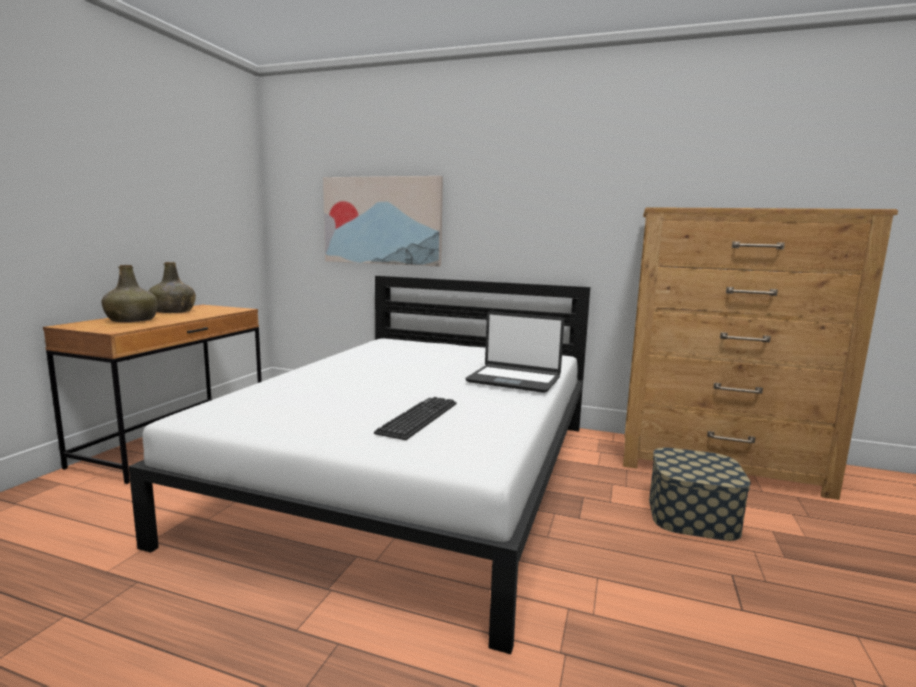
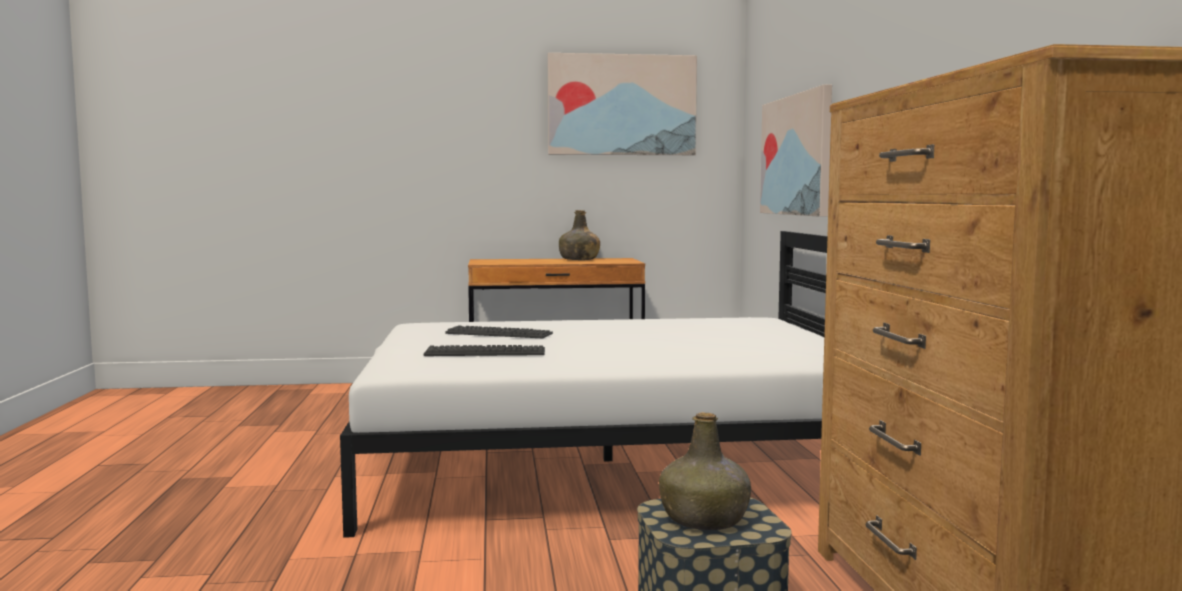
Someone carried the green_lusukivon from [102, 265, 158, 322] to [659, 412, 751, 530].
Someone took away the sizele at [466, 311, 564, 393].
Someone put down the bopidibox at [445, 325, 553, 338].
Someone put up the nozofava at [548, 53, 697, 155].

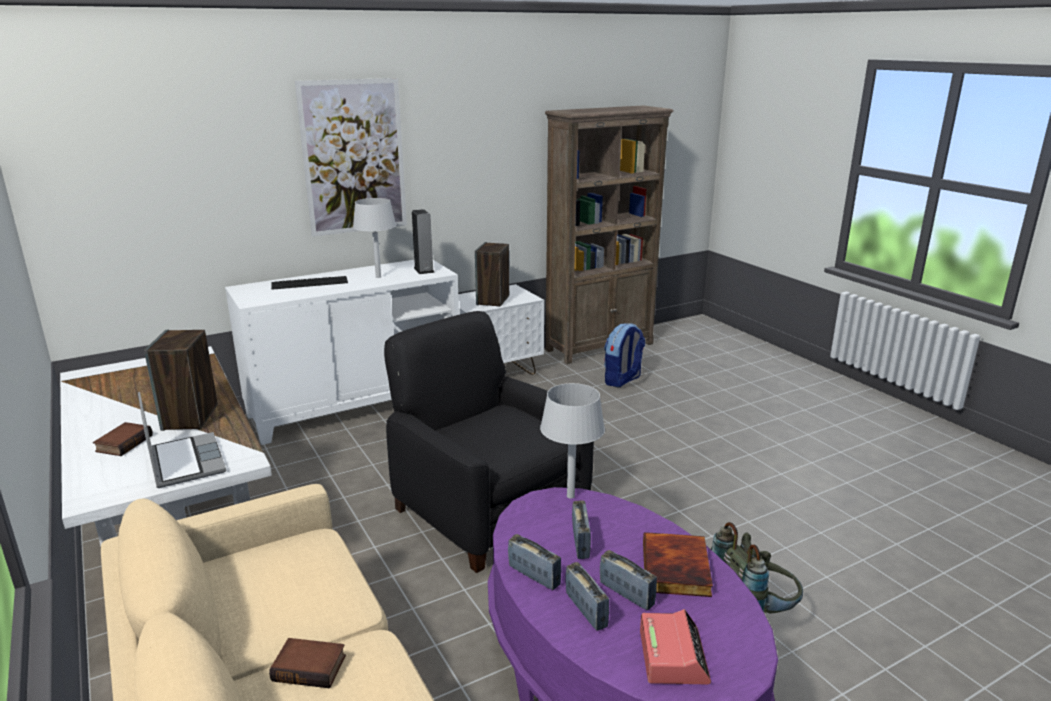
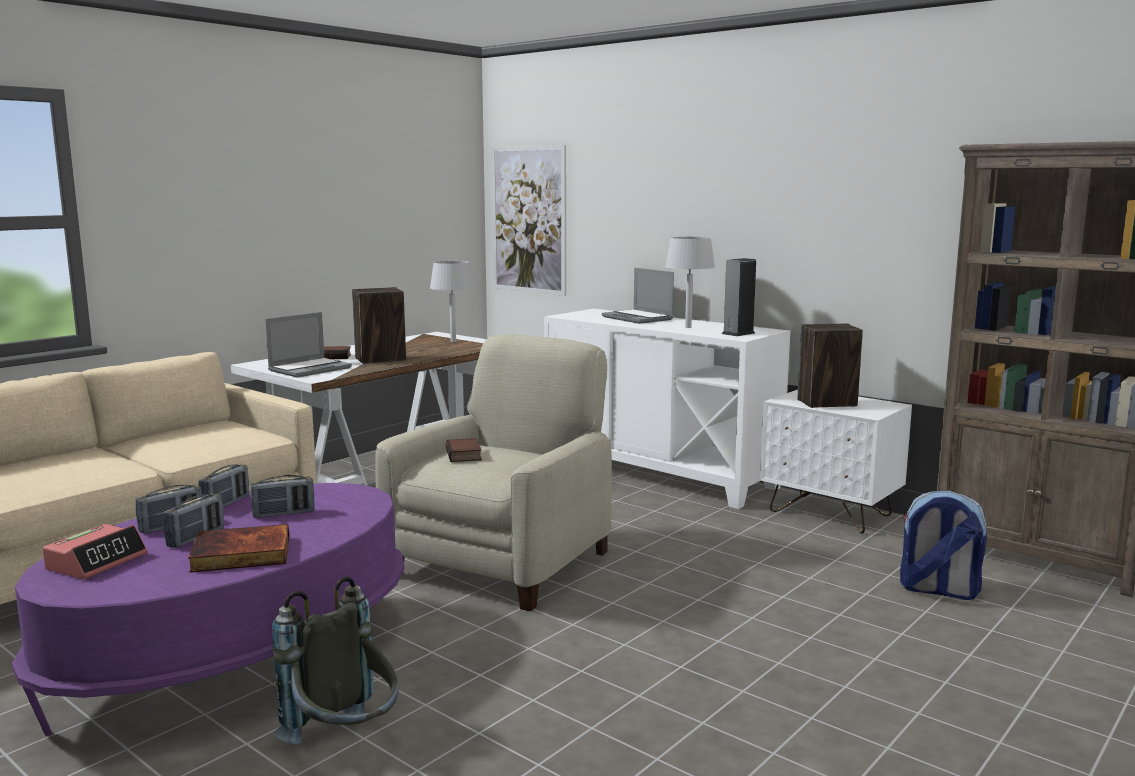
Someone carried the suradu from [269, 638, 346, 688] to [446, 438, 482, 462].
Someone swapped the bopidibox at [271, 276, 348, 290] for the sizele at [602, 268, 674, 324].
Someone carried the nozofava from [295, 78, 407, 237] to [491, 145, 566, 296].
Someone repainted the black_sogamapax at [384, 311, 594, 573], which became the beige_sogamapax at [375, 334, 612, 611].
Someone carried the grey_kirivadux from [540, 383, 605, 499] to [430, 261, 474, 342].
Someone rotated the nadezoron at [640, 609, 711, 684] by 45 degrees counterclockwise.

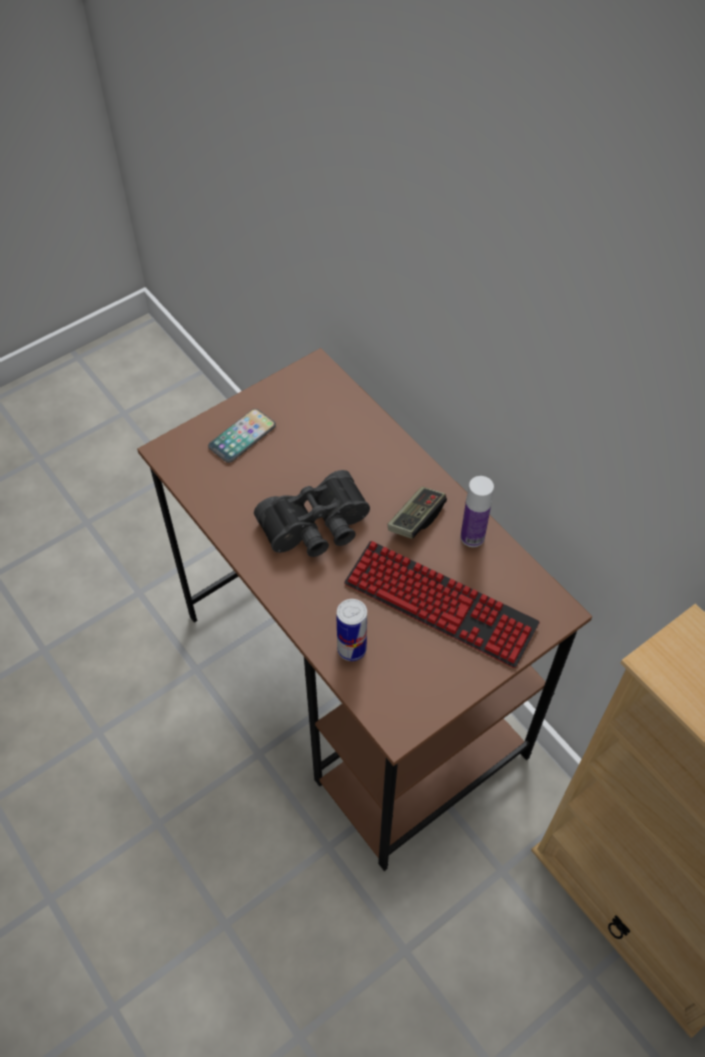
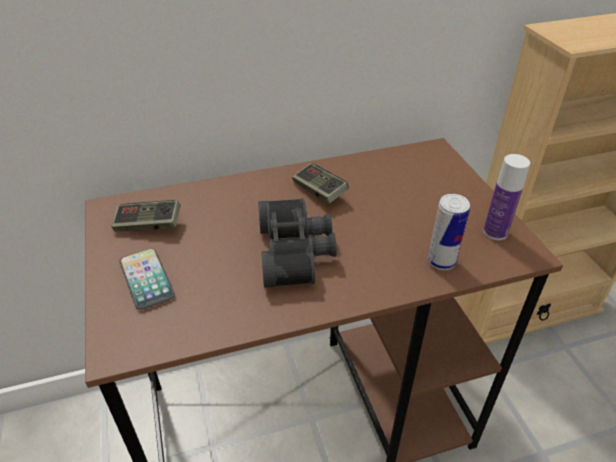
Someone took away the bopidibox at [344, 541, 540, 668].
Someone carried the lusukivon from [461, 476, 494, 547] to [483, 154, 530, 240].
Someone put down the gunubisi at [111, 200, 181, 232].

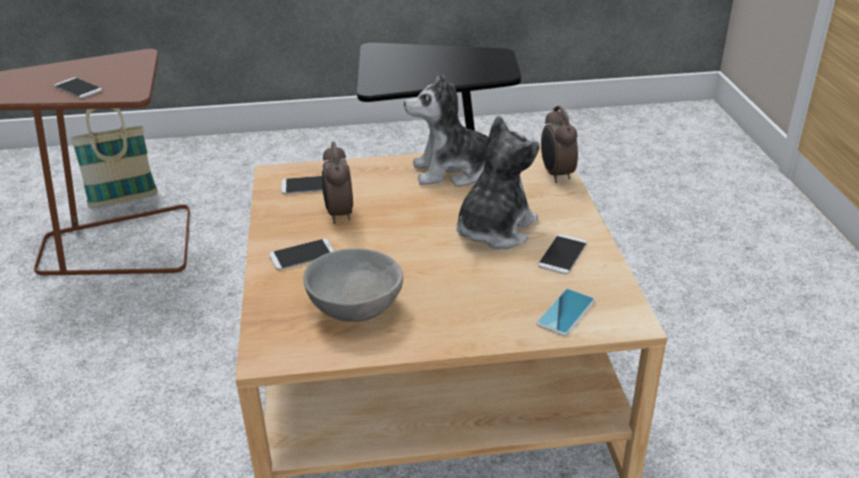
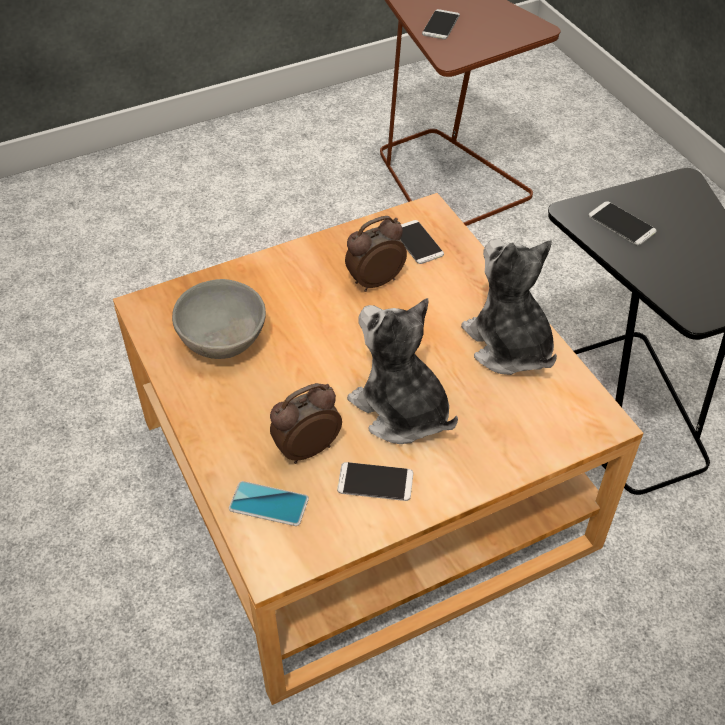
Someone took away the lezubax at [71, 108, 158, 208].
Someone carried the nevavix from [269, 239, 335, 270] to [588, 201, 656, 245].
Someone rotated the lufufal at [456, 115, 540, 249] by 150 degrees counterclockwise.
Someone carried the nadezoron from [541, 106, 578, 183] to [270, 383, 342, 464].

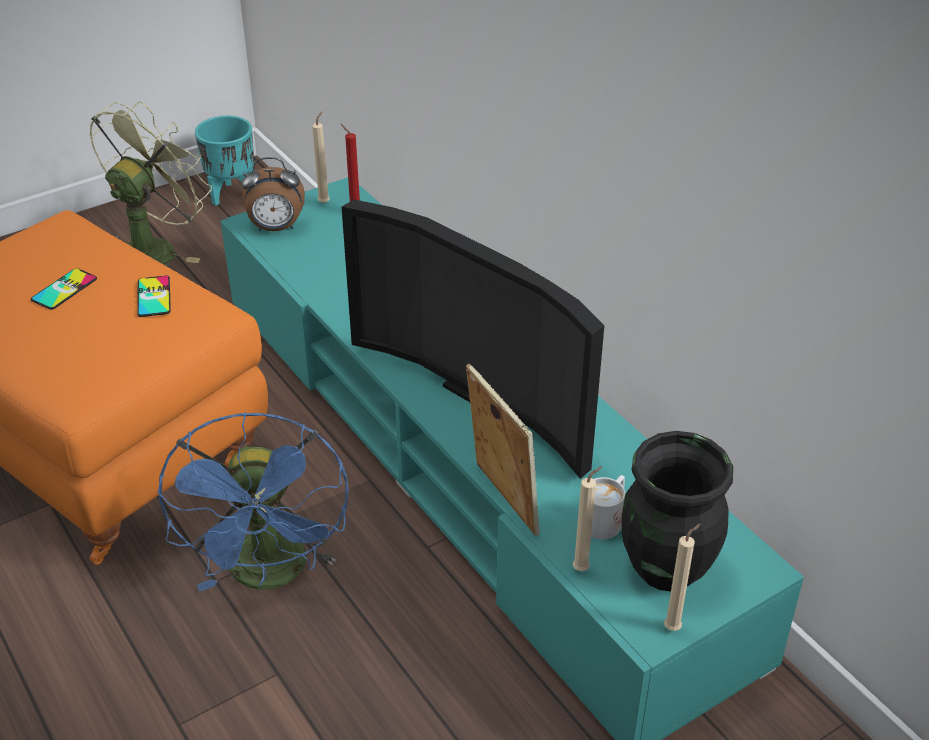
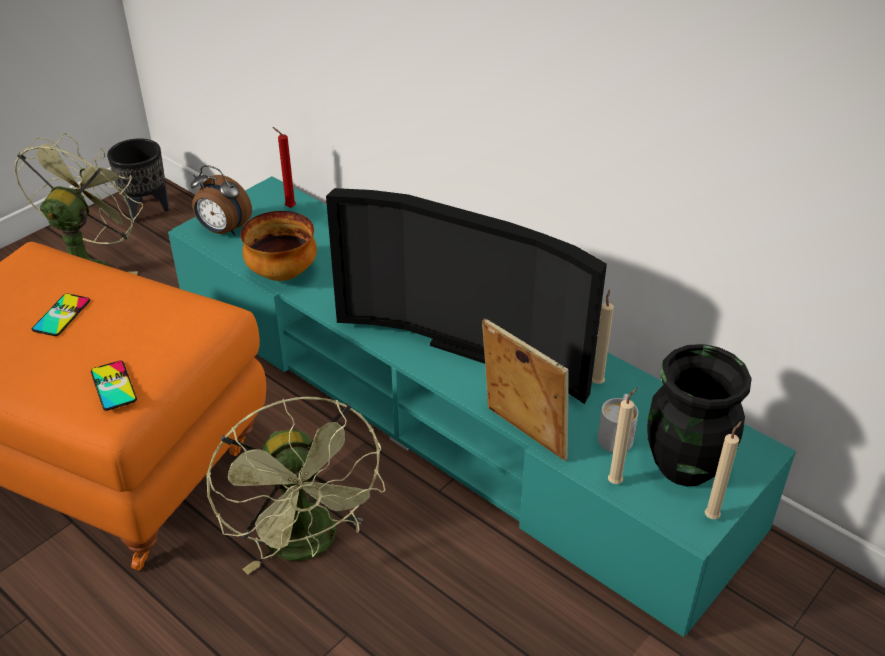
Someone carried the nevavix from [137, 276, 171, 317] to [91, 361, 137, 411].
Someone repainted the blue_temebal at [158, 412, 349, 592], which became the green_temebal at [206, 397, 385, 575].
Someone repainted the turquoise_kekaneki at [195, 116, 254, 206], which became the black_kekaneki at [107, 138, 169, 222].
Someone rotated the nadezoron at [241, 157, 305, 231] by 45 degrees clockwise.
Someone carried the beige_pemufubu from [312, 111, 330, 203] to [592, 289, 614, 384].
Someone put down the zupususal at [241, 211, 317, 281].

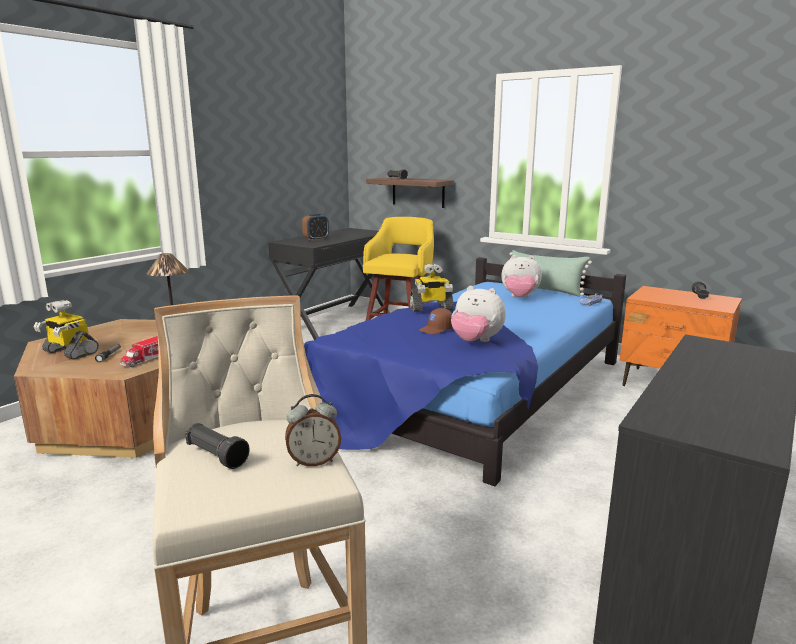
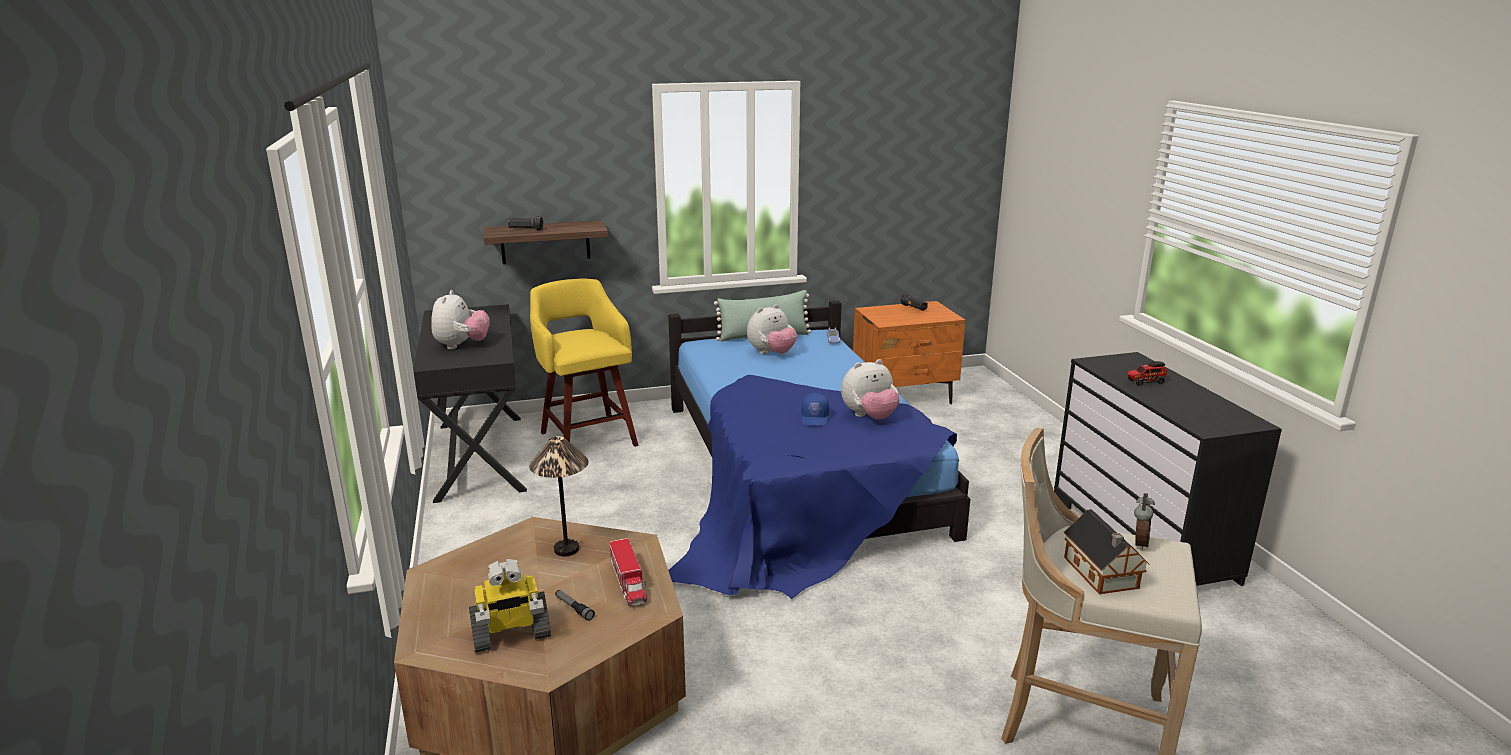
Someone swapped the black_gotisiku at [185, 423, 249, 469] for the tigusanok at [1064, 509, 1150, 594].
Someone swapped the nadezoron at [302, 213, 329, 241] for the lufufal at [431, 290, 490, 349].
Someone took away the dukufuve at [410, 264, 454, 312].
Someone repainted the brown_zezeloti at [419, 308, 453, 335], which became the blue_zezeloti at [801, 393, 829, 426].
Someone put down the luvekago at [1127, 361, 1167, 386].

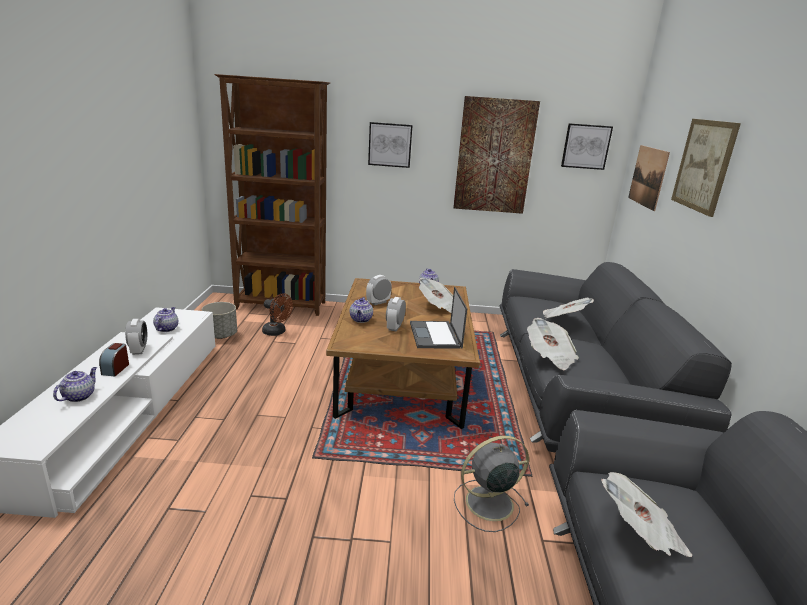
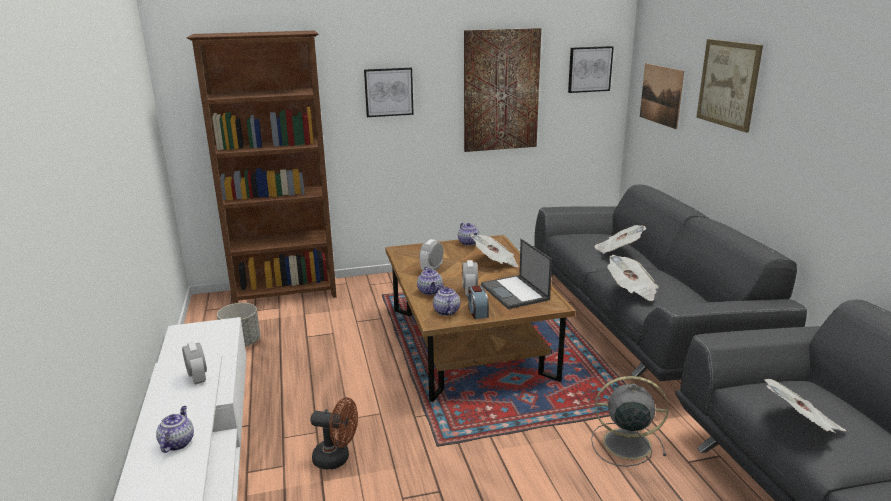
Someone carried the nadezoron from [99, 343, 129, 377] to [468, 286, 489, 319].
Someone carried the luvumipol from [153, 307, 178, 332] to [433, 285, 460, 316].
Someone carried the brown_temebal from [262, 293, 293, 336] to [311, 397, 358, 470].
Someone rotated the grey_temebal at [454, 436, 529, 532] by 45 degrees clockwise.

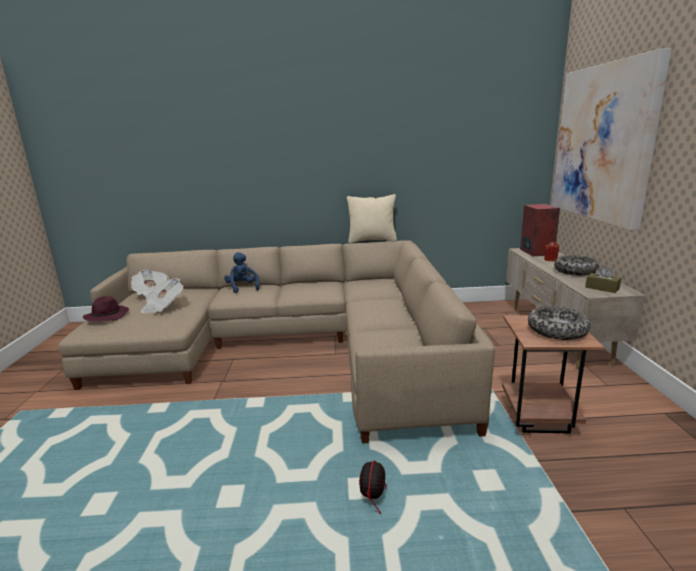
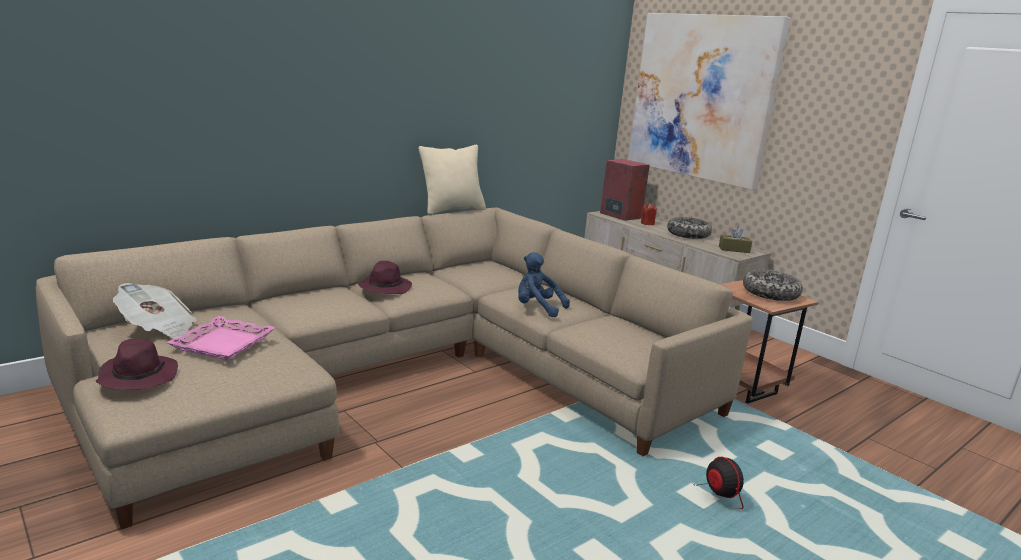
Someone swapped the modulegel at [140, 278, 184, 313] for the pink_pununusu at [167, 316, 275, 360].
Someone carried the blue_lufufal from [224, 252, 260, 293] to [518, 252, 570, 317].
Someone put down the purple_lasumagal at [358, 261, 412, 294].

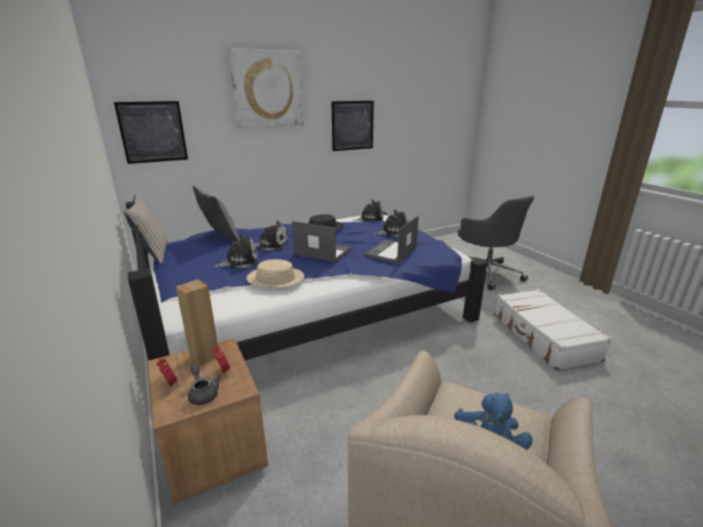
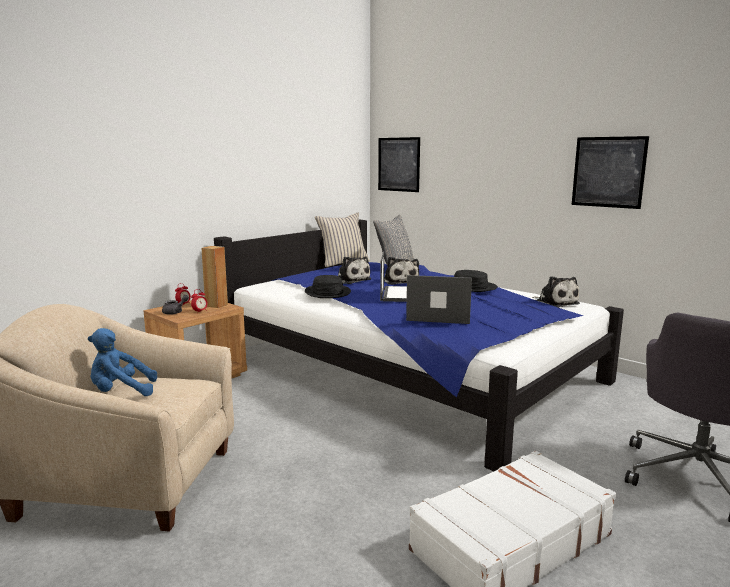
Someone took away the nozofava at [228, 48, 304, 128].
Someone repainted the beige_lasumagal at [247, 259, 304, 288], which became the black_lasumagal at [305, 275, 351, 298].
Someone took away the lufufal at [373, 210, 407, 237].

